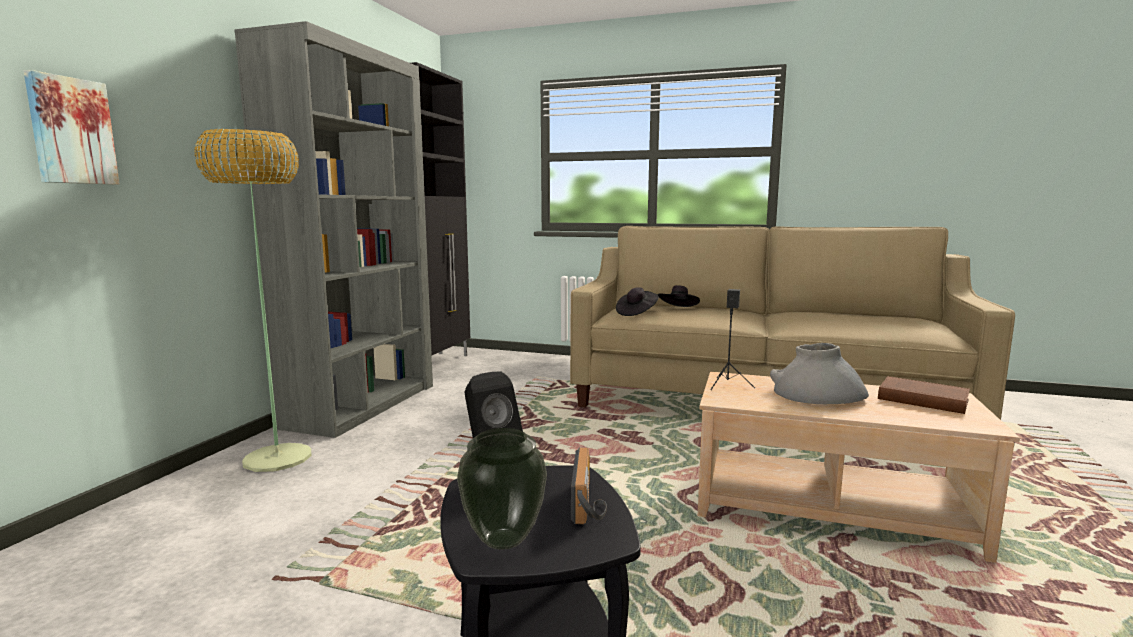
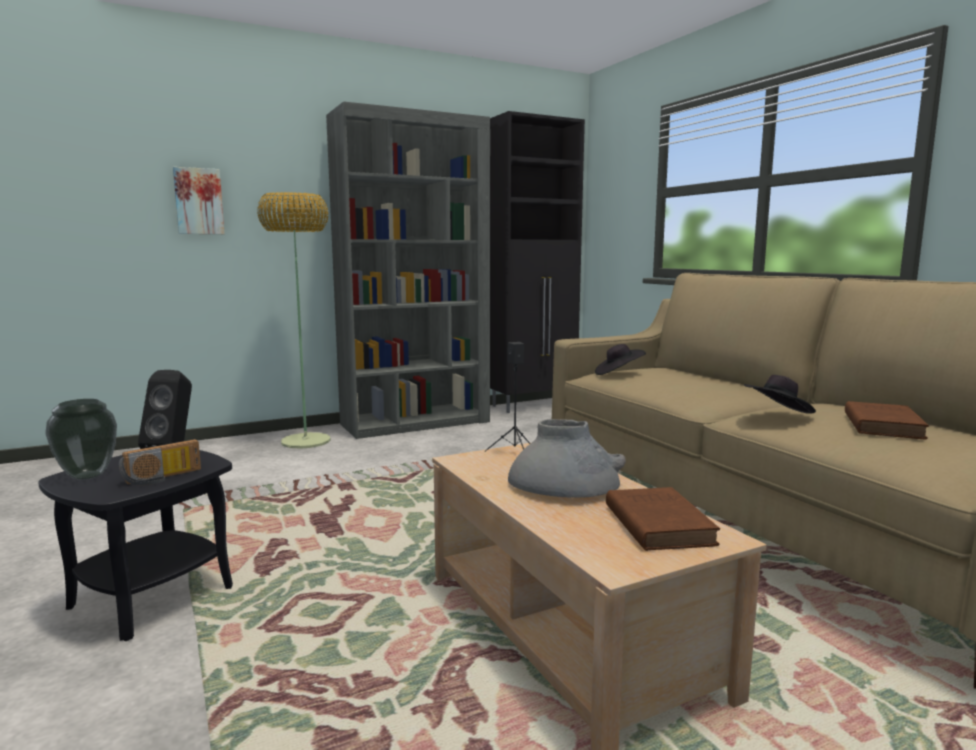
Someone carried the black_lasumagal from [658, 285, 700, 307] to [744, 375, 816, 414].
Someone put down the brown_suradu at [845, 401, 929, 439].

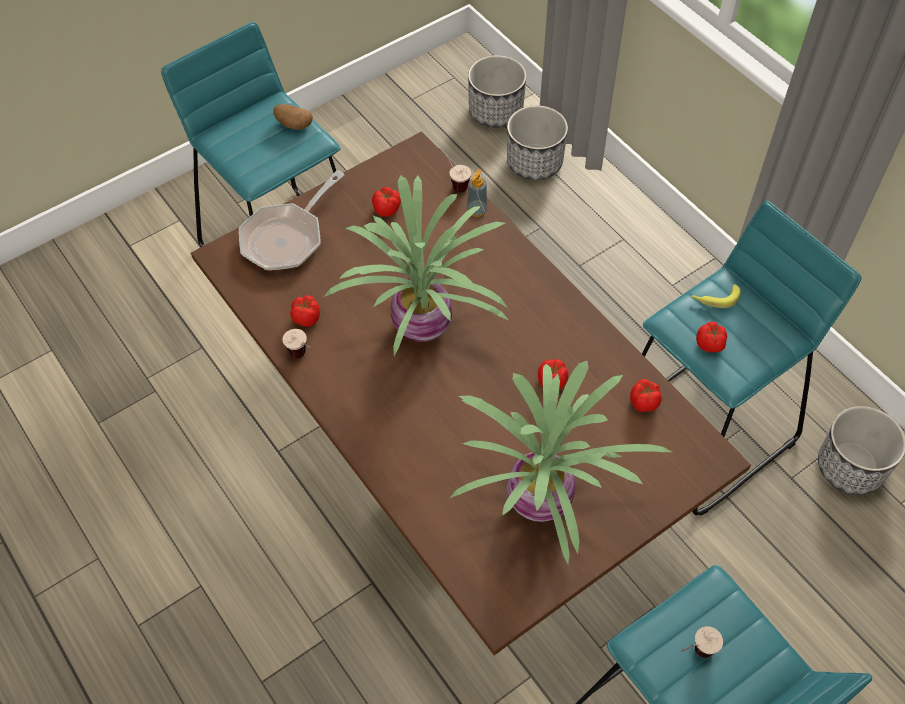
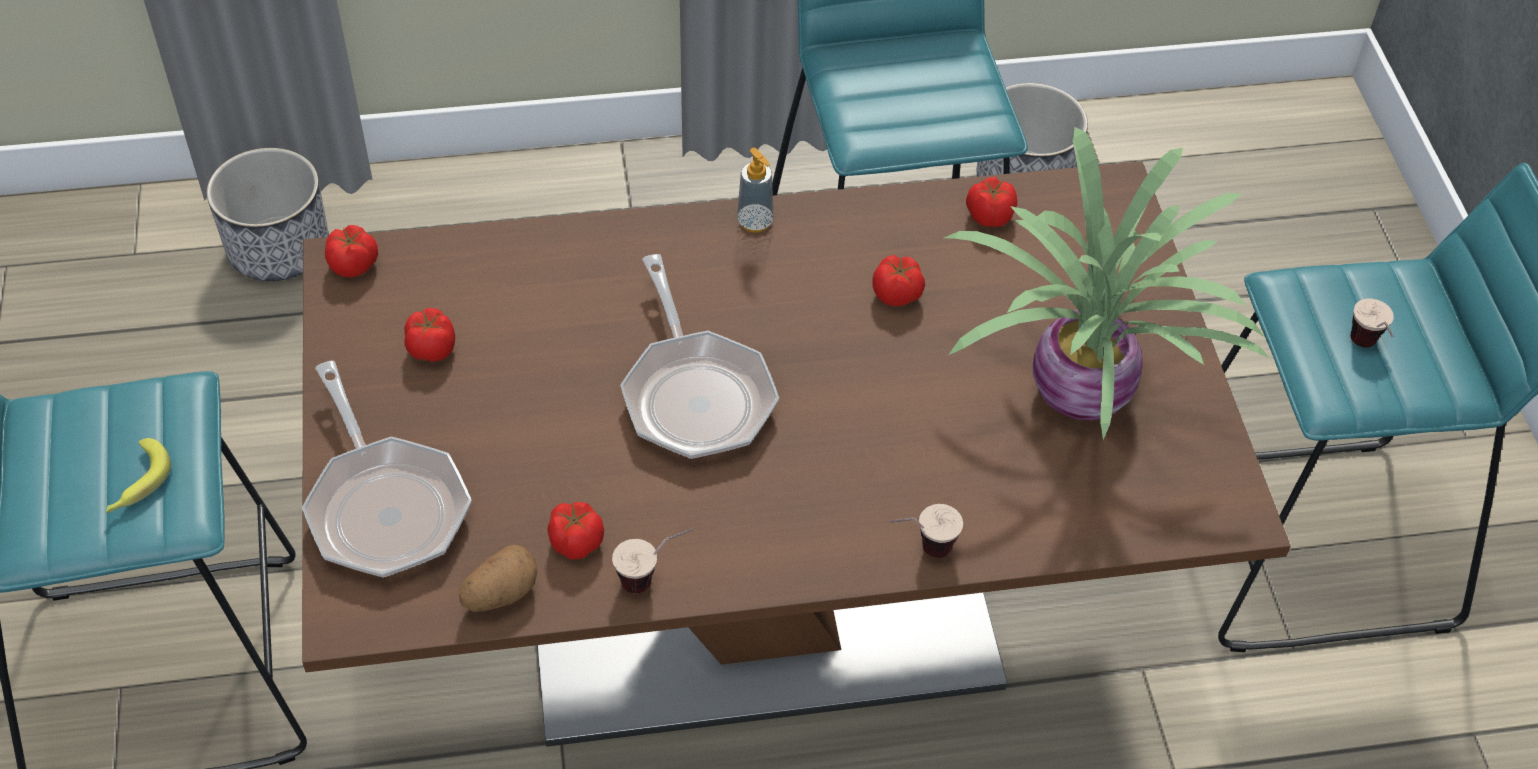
Someone carried the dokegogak from [273, 104, 313, 130] to [459, 545, 538, 612].
Someone swapped the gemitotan at [323, 175, 508, 356] for the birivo at [620, 254, 779, 459].
Someone carried the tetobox from [439, 148, 471, 192] to [889, 504, 963, 558].
Someone carried the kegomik from [467, 169, 488, 217] to [737, 148, 774, 232].
Someone took away the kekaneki at [468, 55, 526, 128].
Someone carried the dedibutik from [691, 284, 741, 308] to [106, 438, 171, 513].
Someone carried the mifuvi from [696, 322, 727, 352] to [325, 225, 378, 278].

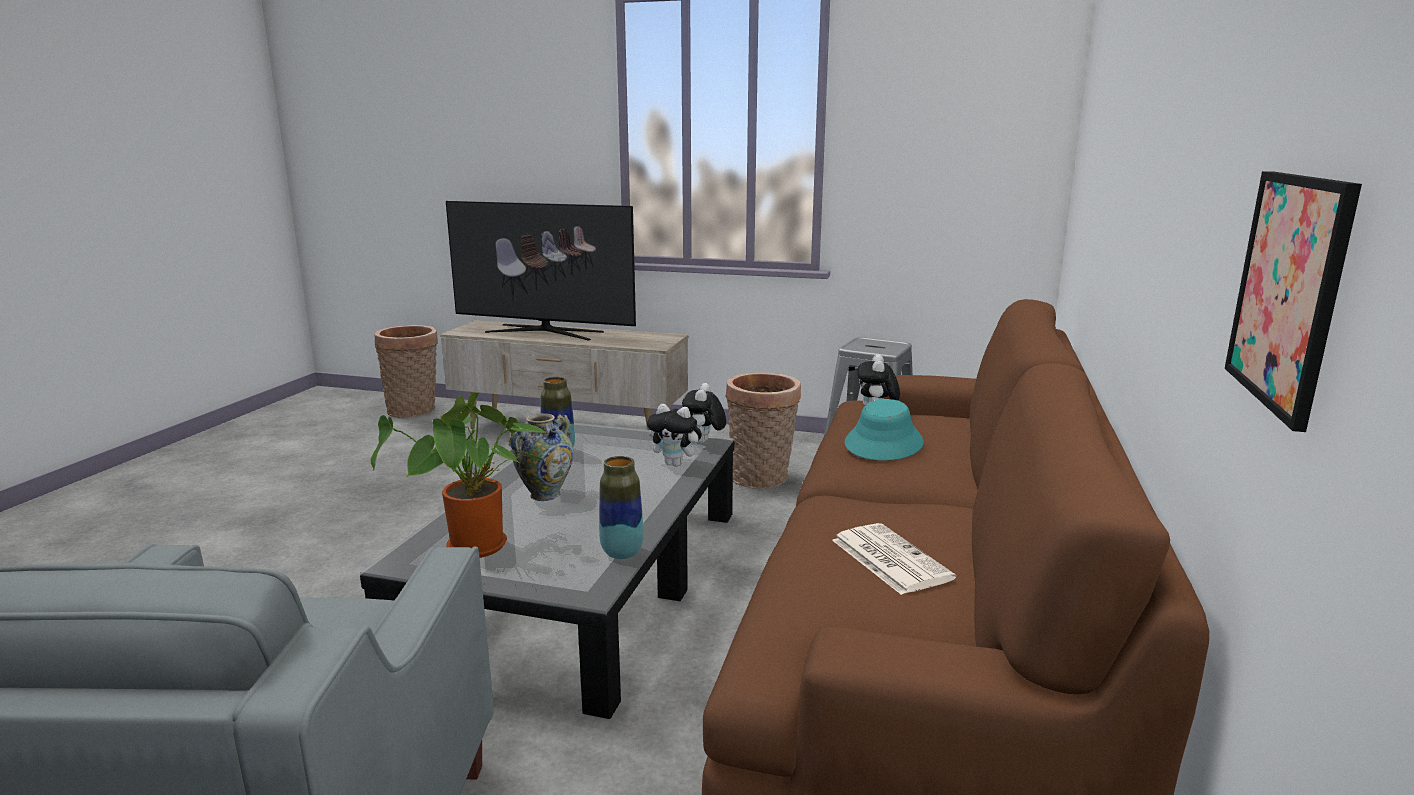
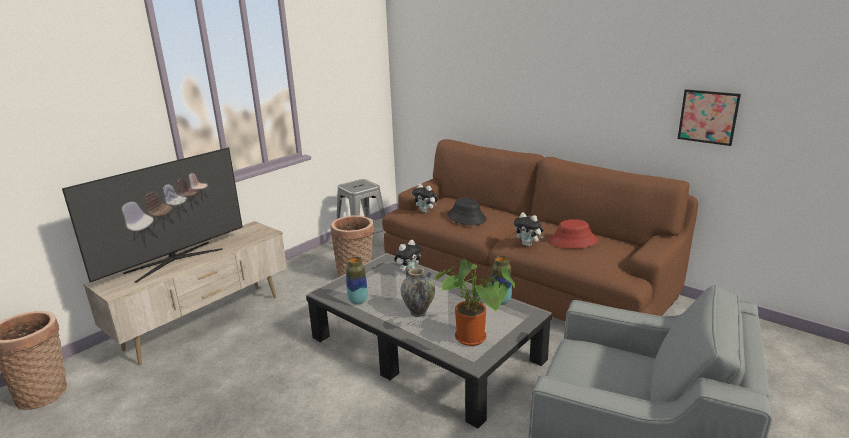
Someone carried the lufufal from [682, 383, 726, 444] to [514, 212, 544, 246].
Someone swapped the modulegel at [832, 523, 956, 595] for the red_lasumagal at [549, 219, 598, 249].
Someone repainted the turquoise_lasumagal at [845, 399, 924, 461], which became the black_lasumagal at [447, 197, 486, 225].

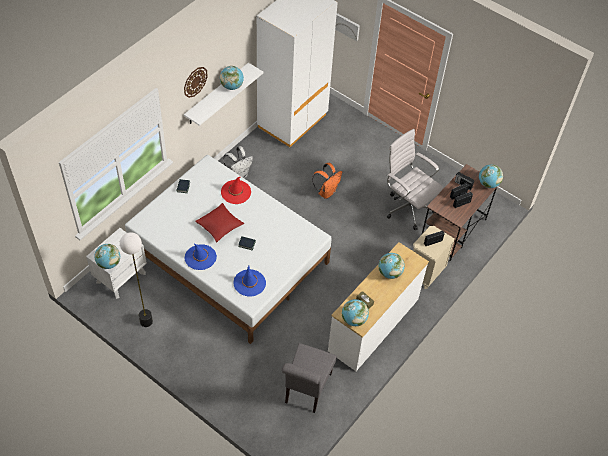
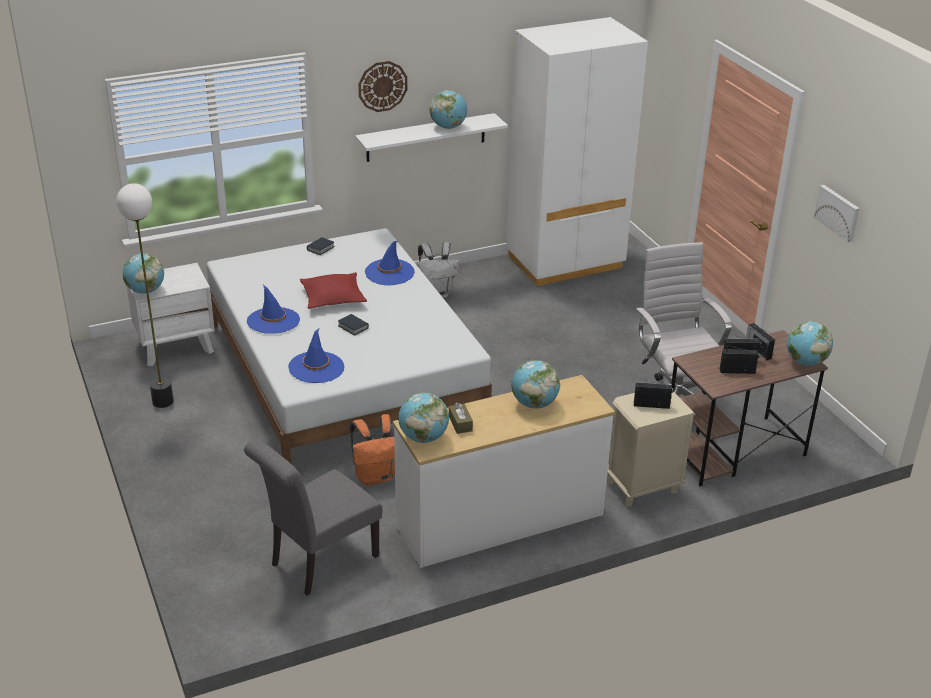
Someone repainted the red_lasumagal at [221, 177, 251, 204], which became the blue_lasumagal at [365, 241, 415, 285].
Someone carried the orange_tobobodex from [312, 163, 342, 199] to [350, 414, 395, 485].
Someone carried the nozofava from [335, 13, 360, 41] to [814, 185, 860, 242].

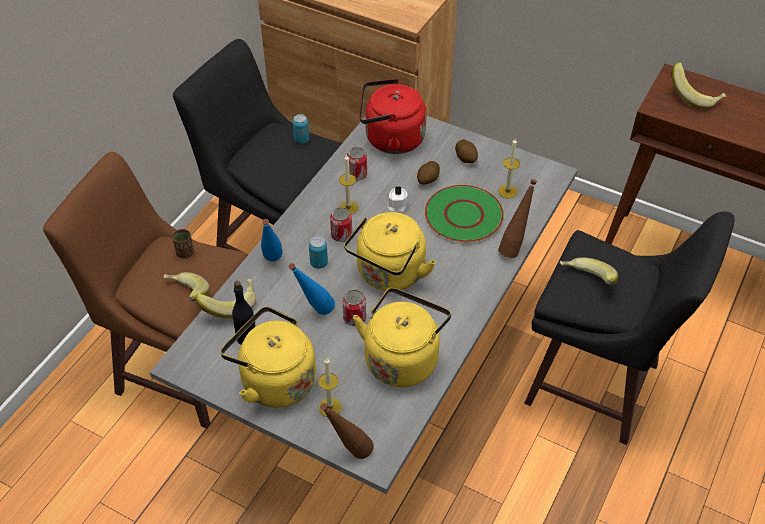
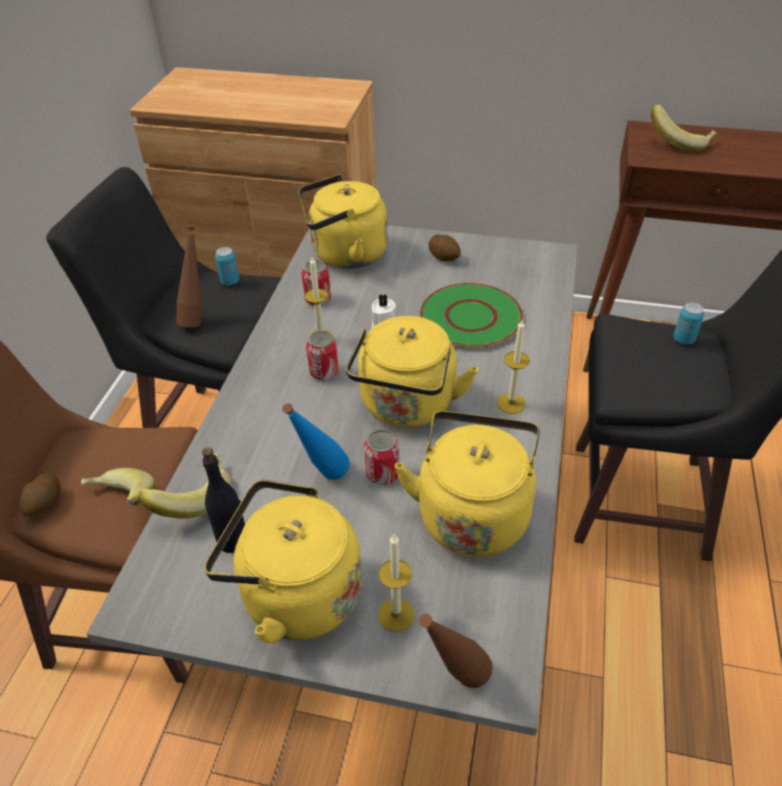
Someone took away the brown_tetobox at [172, 229, 194, 258].
Someone took away the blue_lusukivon at [261, 219, 283, 261].
Someone carried the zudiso from [309, 236, 328, 269] to [673, 303, 704, 345].
Someone repainted the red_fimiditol at [359, 79, 427, 154], which became the yellow_fimiditol at [299, 175, 388, 269].
Someone carried the dokegogak from [417, 161, 440, 185] to [19, 474, 61, 517].
Someone carried the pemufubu from [498, 139, 520, 198] to [497, 320, 530, 414].
Someone carried the brown_lusukivon from [498, 179, 537, 258] to [177, 225, 202, 327].
Someone took away the dedibutik at [559, 257, 618, 285].

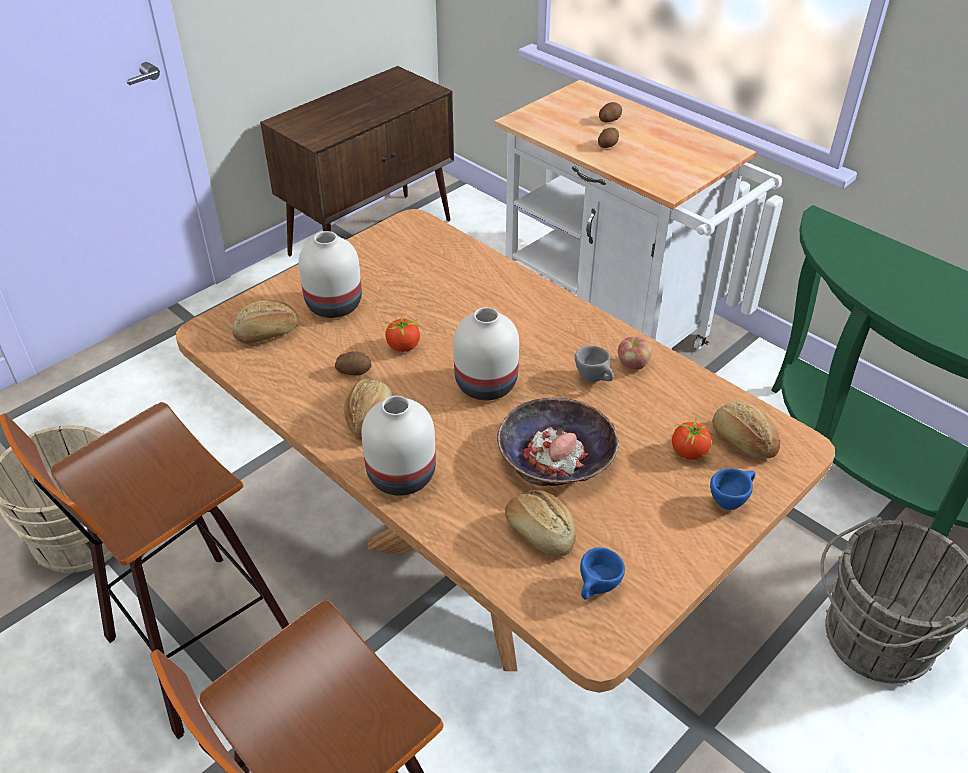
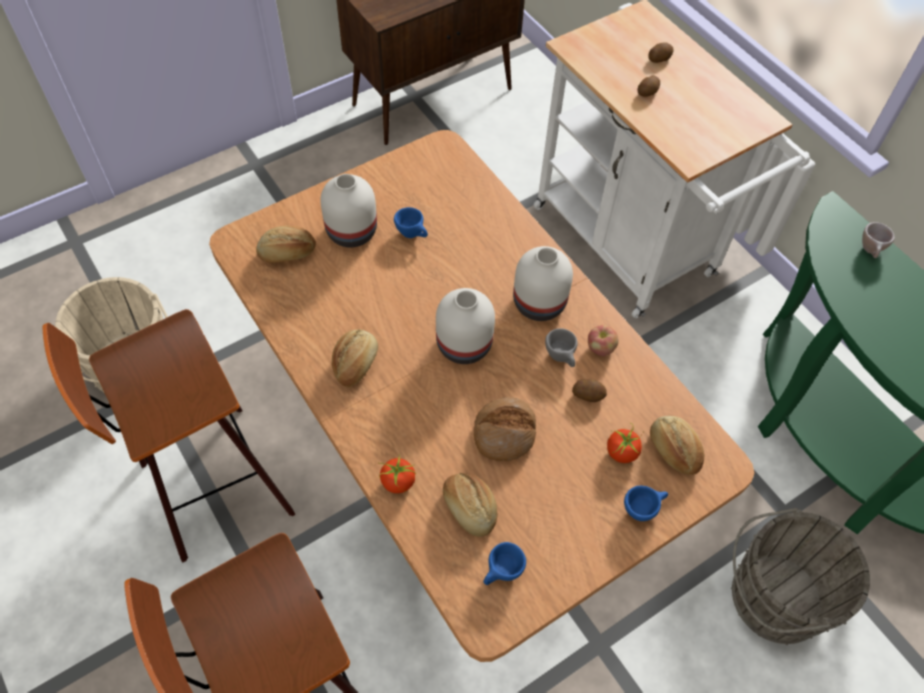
Someone carried the dokegogak from [335, 351, 372, 375] to [572, 379, 607, 402].
Someone carried the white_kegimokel from [361, 396, 436, 496] to [513, 246, 573, 321].
Someone carried the mifuvi from [382, 315, 421, 352] to [379, 454, 416, 493].
Someone swapped the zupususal at [497, 397, 619, 486] for the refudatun at [474, 397, 536, 461].
Someone put down the blue_tetobox at [394, 207, 428, 238].
Someone put down the beige_tetobox at [862, 222, 895, 258].

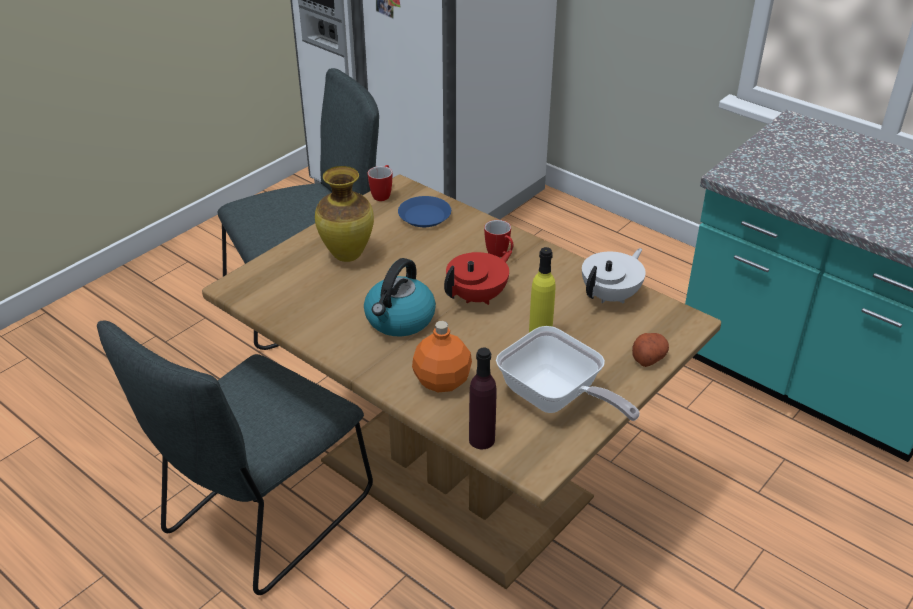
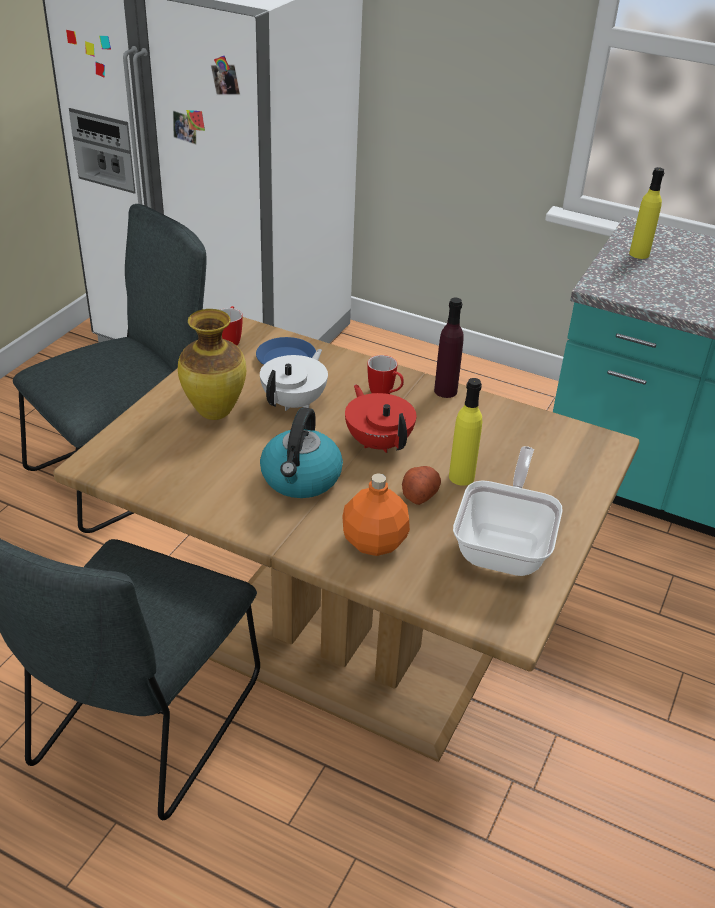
Someone rotated the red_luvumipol at [444, 250, 512, 305] by 60 degrees counterclockwise.
Someone carried the purple_lusukivon from [469, 347, 496, 449] to [434, 298, 464, 398].
Someone rotated the birivo at [496, 326, 640, 421] by 105 degrees counterclockwise.
Someone carried the white_luvumipol from [582, 248, 646, 304] to [260, 349, 328, 411].
Someone carried the dokegogak from [632, 333, 669, 367] to [402, 466, 441, 505].
Someone put down the yellow_lusukivon at [629, 167, 665, 259].

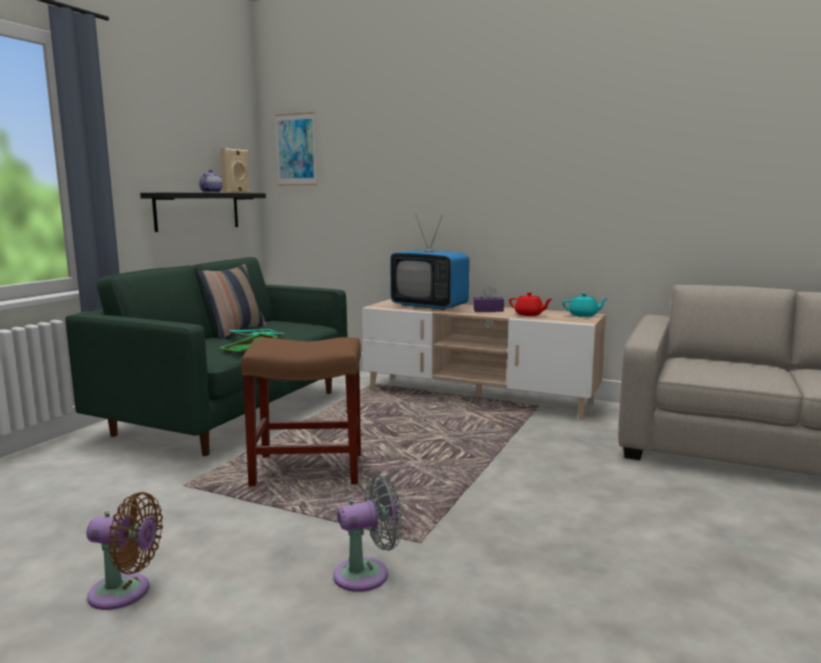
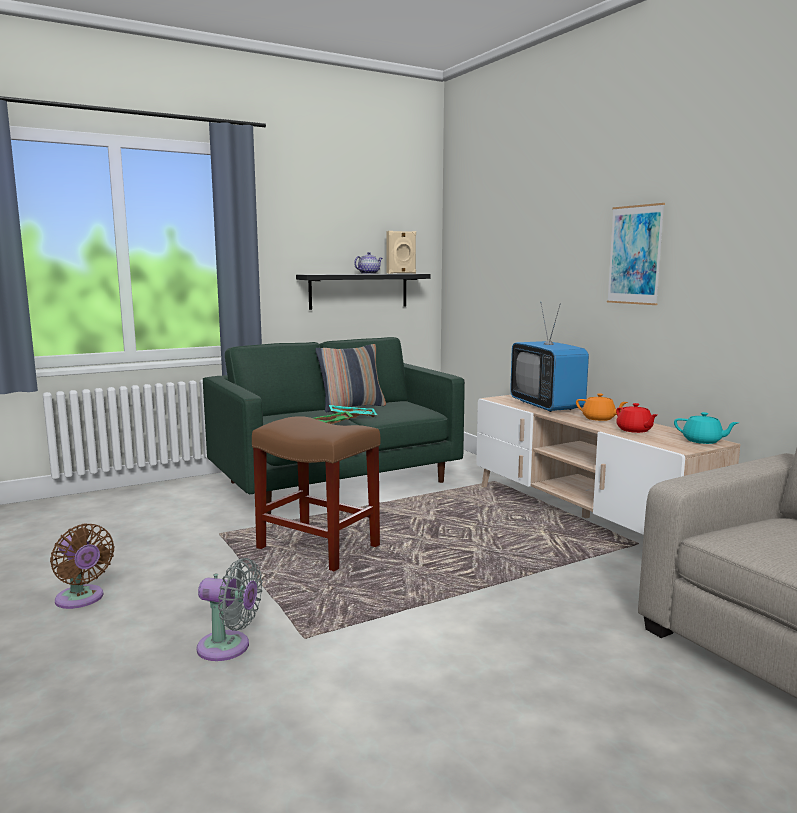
Someone carried the nozofava from [275, 112, 317, 186] to [607, 203, 665, 305].
Someone swapped the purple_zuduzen at [473, 286, 504, 312] for the orange_luvumipol at [576, 393, 628, 421].

